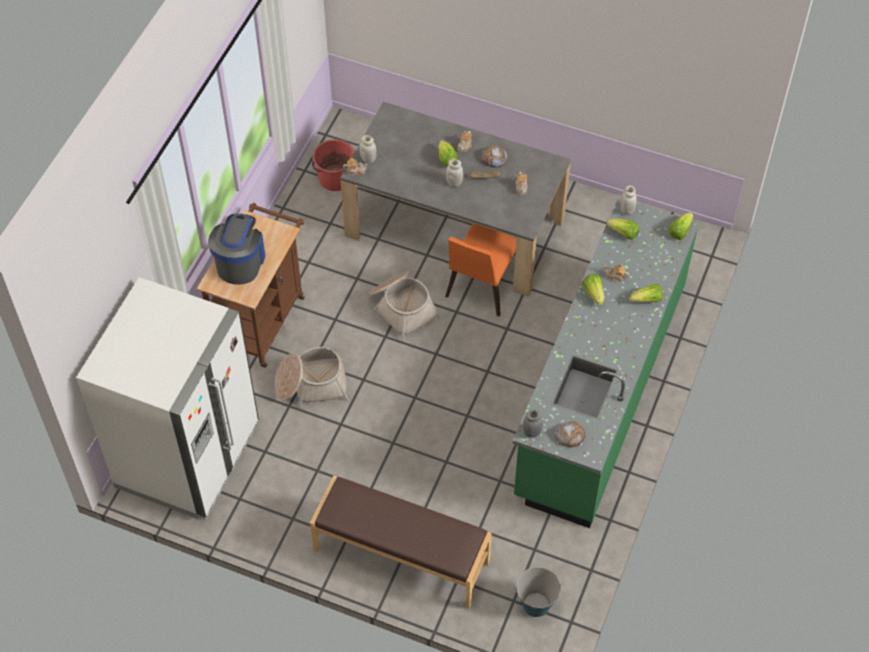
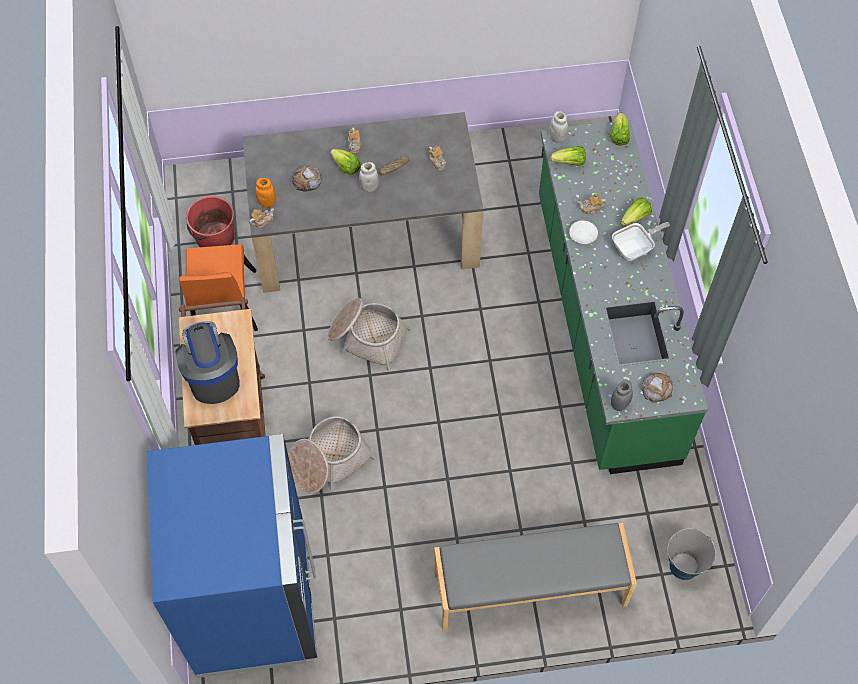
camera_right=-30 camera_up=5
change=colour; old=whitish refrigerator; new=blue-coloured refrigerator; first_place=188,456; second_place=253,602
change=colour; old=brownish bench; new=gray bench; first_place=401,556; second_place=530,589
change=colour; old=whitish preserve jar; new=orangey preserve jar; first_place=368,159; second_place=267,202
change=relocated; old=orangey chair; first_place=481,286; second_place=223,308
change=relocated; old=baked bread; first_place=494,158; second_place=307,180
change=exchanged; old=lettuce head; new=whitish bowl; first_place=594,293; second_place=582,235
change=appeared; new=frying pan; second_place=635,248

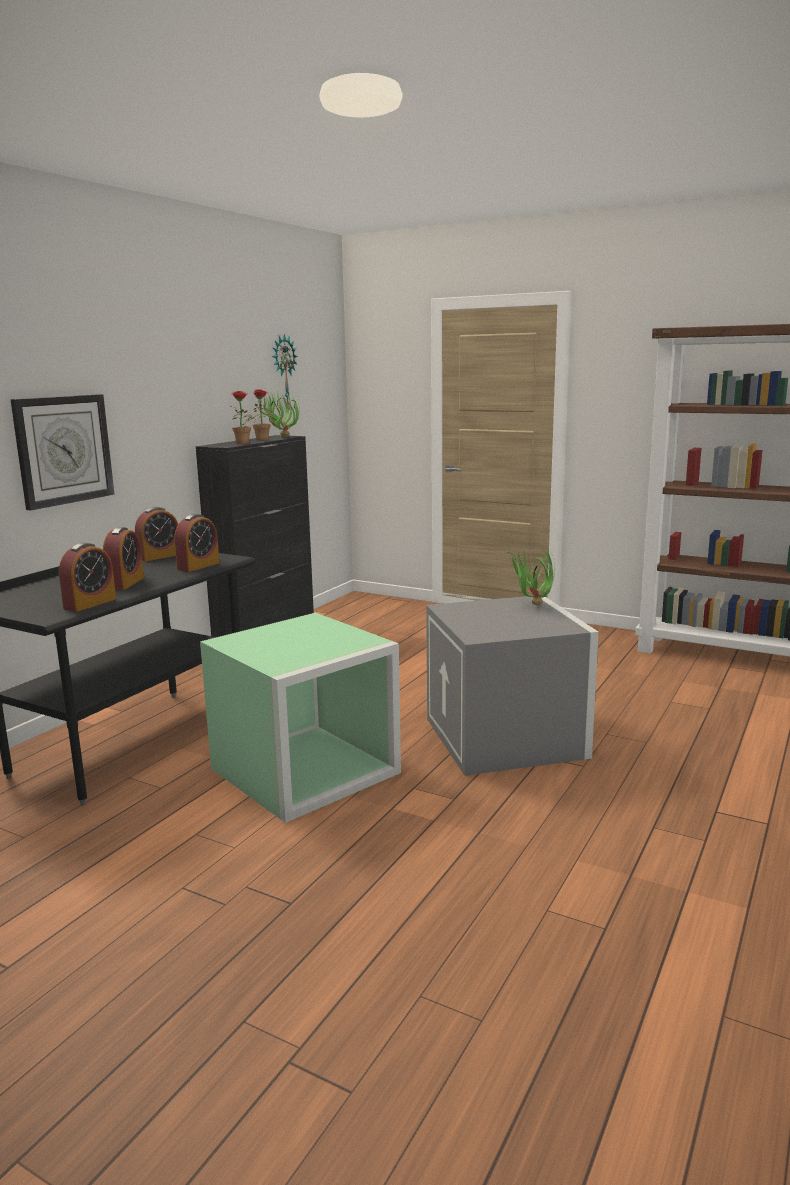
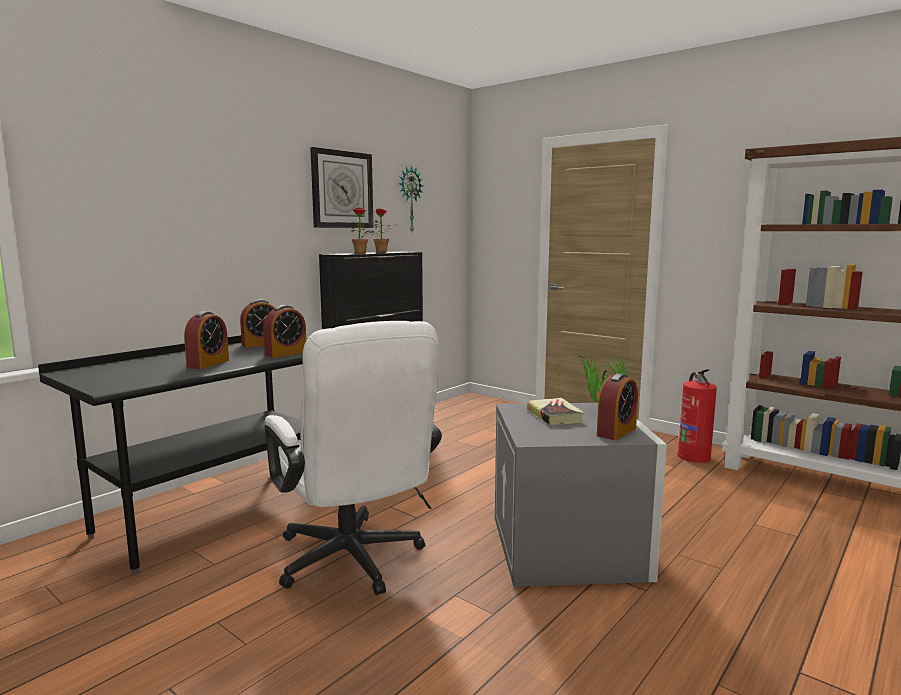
camera_right=10 camera_up=-5
change=relocated; old=wall clock; first_place=63,450; second_place=342,189
change=relocated; old=alarm clock; first_place=90,603; second_place=616,432
change=exchanged; old=green-coloured storage box; new=whitish computer chair; first_place=304,772; second_place=354,563
change=missing; old=plant in a pot; first_place=280,437
change=appeared; new=book; second_place=554,415
change=appeared; new=fire extinguisher; second_place=693,456

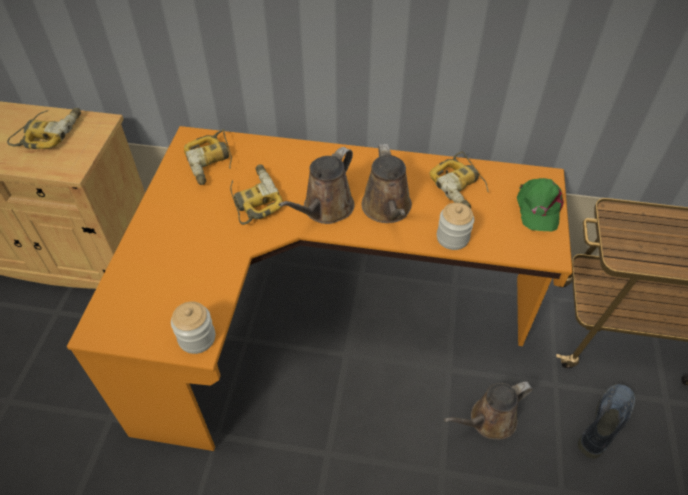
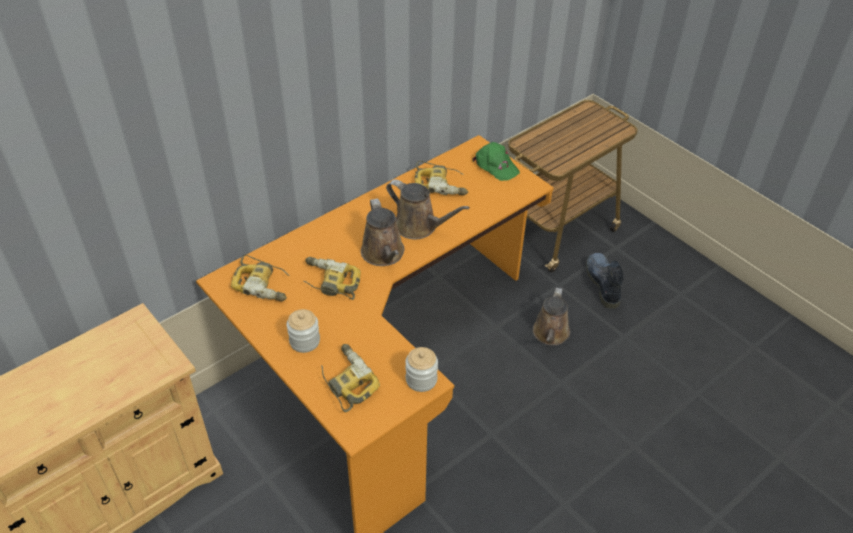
camera_right=-50 camera_up=-5
change=relocated; old=electric drill; first_place=50,133; second_place=347,381
change=relocated; old=preserve jar; first_place=452,238; second_place=304,341

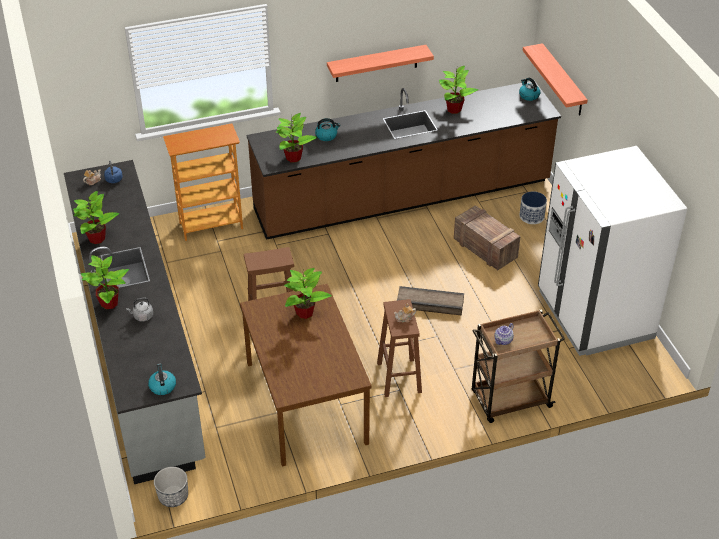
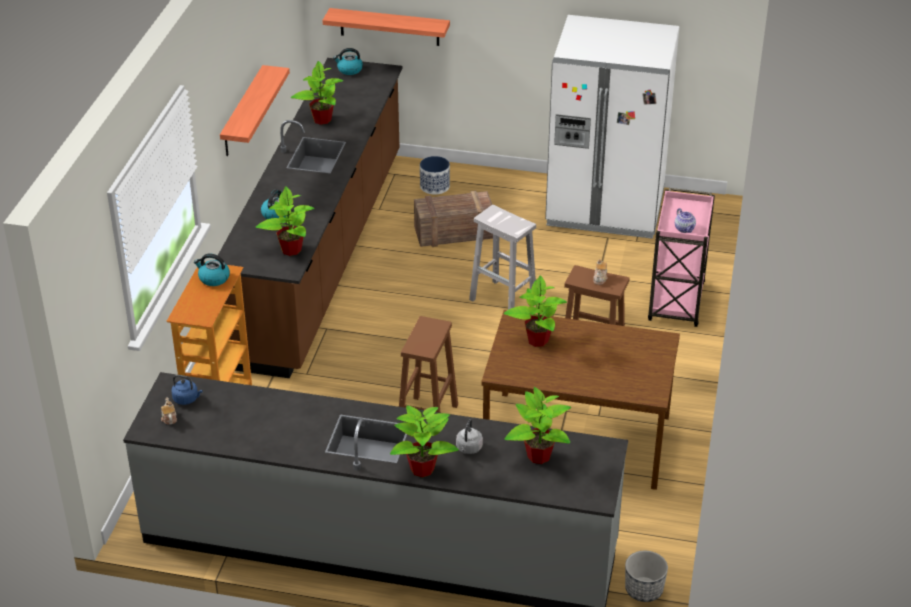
camera_right=-60 camera_up=-5
change=relocated; old=plant in a pot; first_place=97,238; second_place=538,455
change=relocated; old=water kettle; first_place=162,386; second_place=213,278
change=exchanged; old=shipping crate; new=whitish sitting stool; first_place=430,304; second_place=504,300
change=colour; old=brownish wheeled cart; new=pinkish wheeled cart; first_place=509,400; second_place=676,303

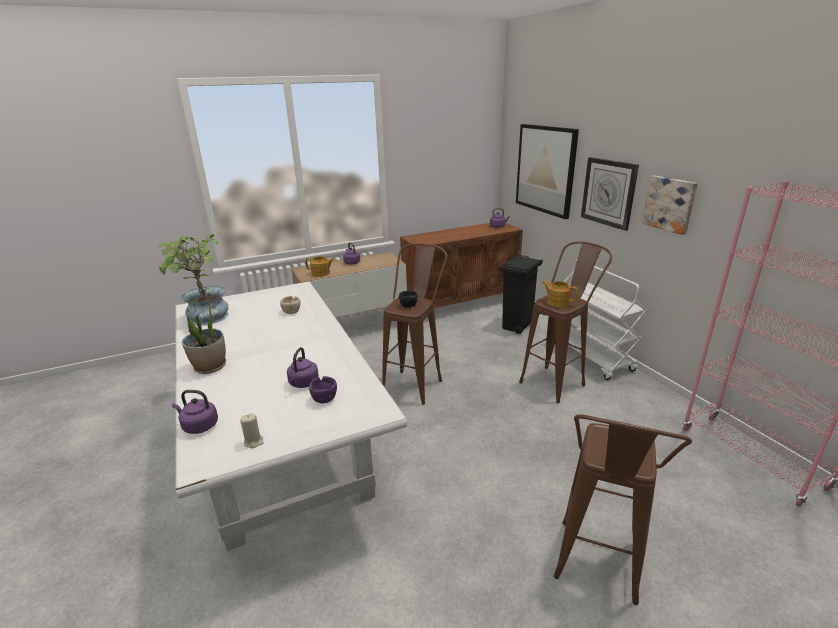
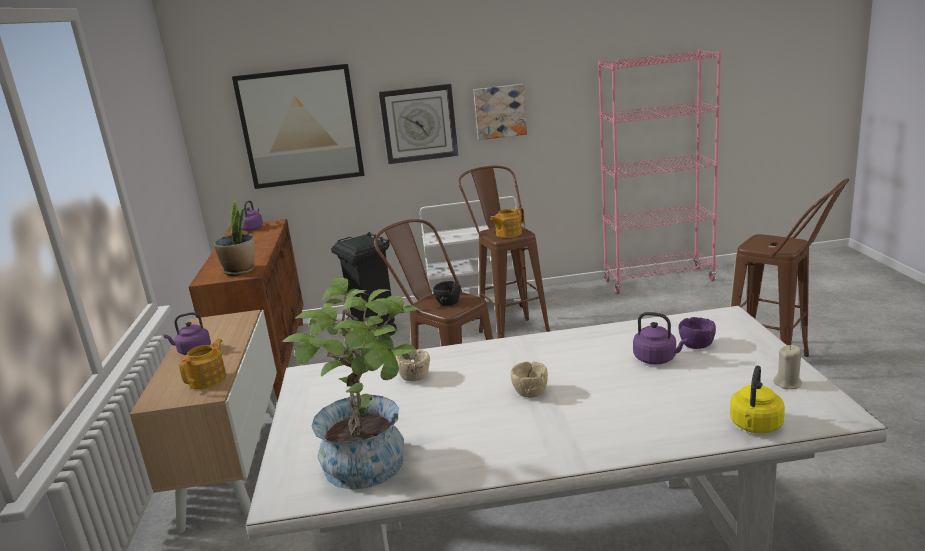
camera_right=-70 camera_up=-5
change=colour; old=purple-coloured water kettle; new=yellowish water kettle; first_place=199,426; second_place=755,426
change=relocated; old=plant in a pot; first_place=210,367; second_place=240,271
change=appeared; new=sand-coloured bowl; second_place=530,392

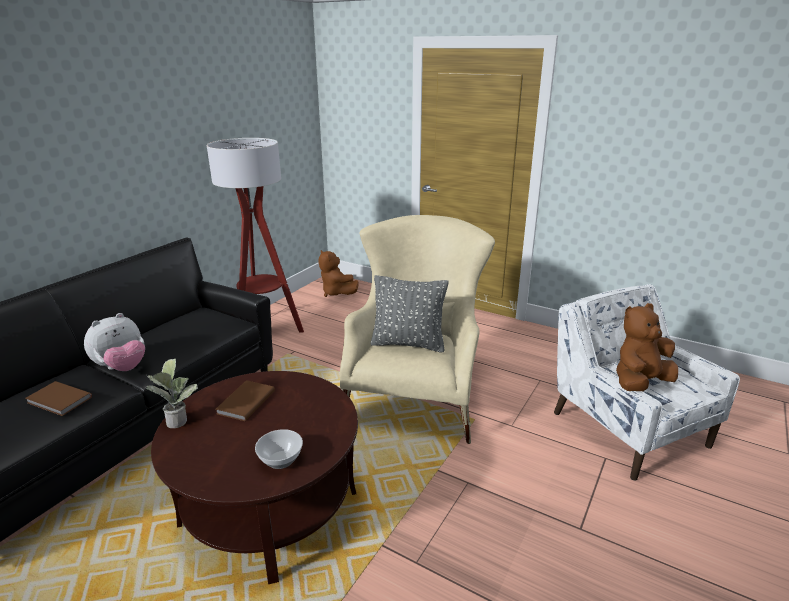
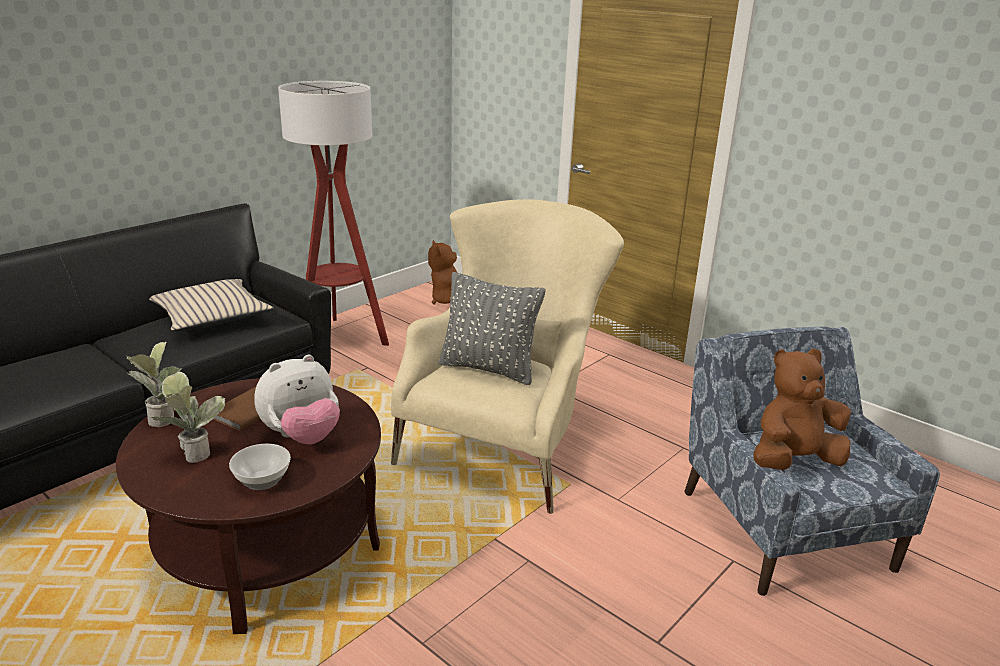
camera_right=10 camera_up=0
change=missing; old=brownish book; first_place=59,401
change=relocated; old=plush toy; first_place=122,367; second_place=302,436
change=colour; old=whitish easy chair; new=blue-coloured easy chair; first_place=627,428; second_place=782,527
change=appeared; new=sand-coloured throw pillow; second_place=211,316
change=appeared; new=plant in a pot; second_place=193,452

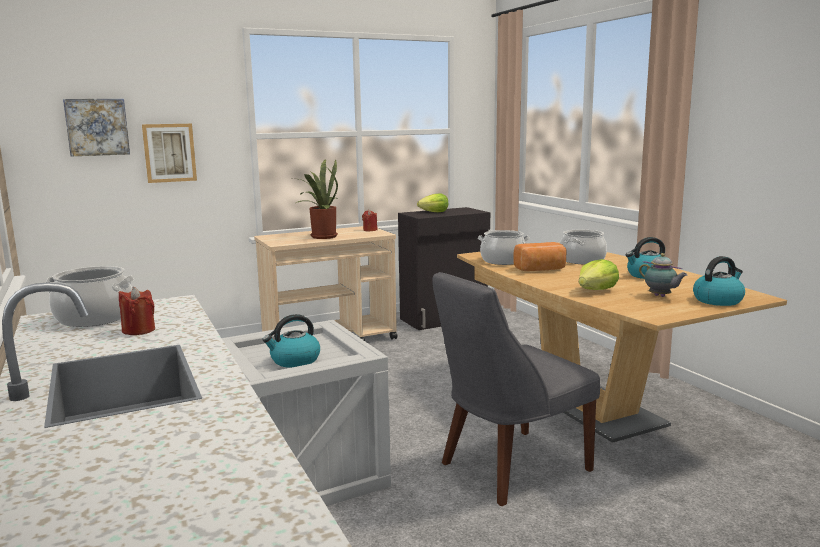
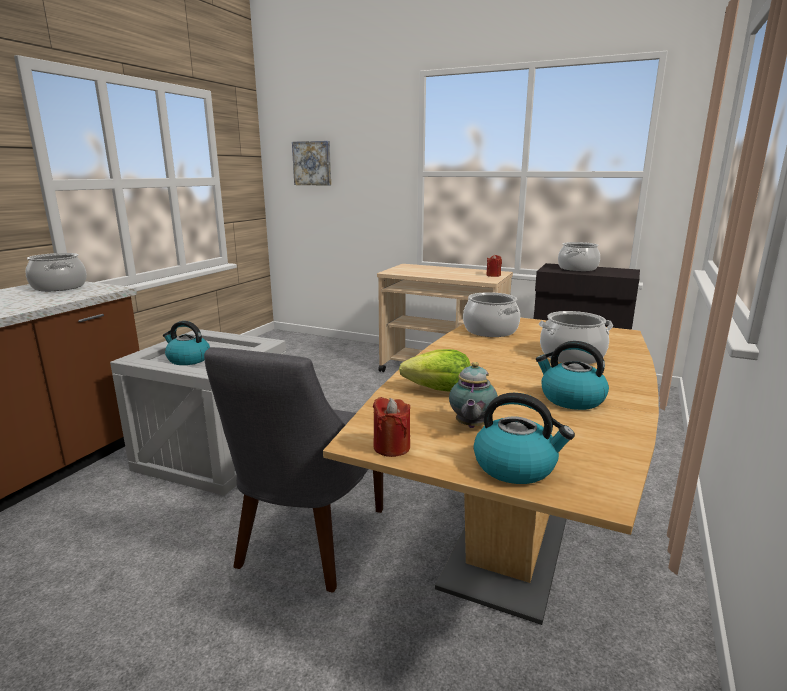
camera_right=50 camera_up=5
change=relocated; old=reddish candle; first_place=138,330; second_place=391,447
change=missing; old=picture; first_place=169,153
change=missing; old=plant in a pot; first_place=321,237
change=exchanged; old=lettuce head; new=saucepot; first_place=434,212; second_place=577,268
change=spun; old=gray chair; first_place=509,468; second_place=308,541; degrees=-90
change=missing; old=baked bread; first_place=541,269

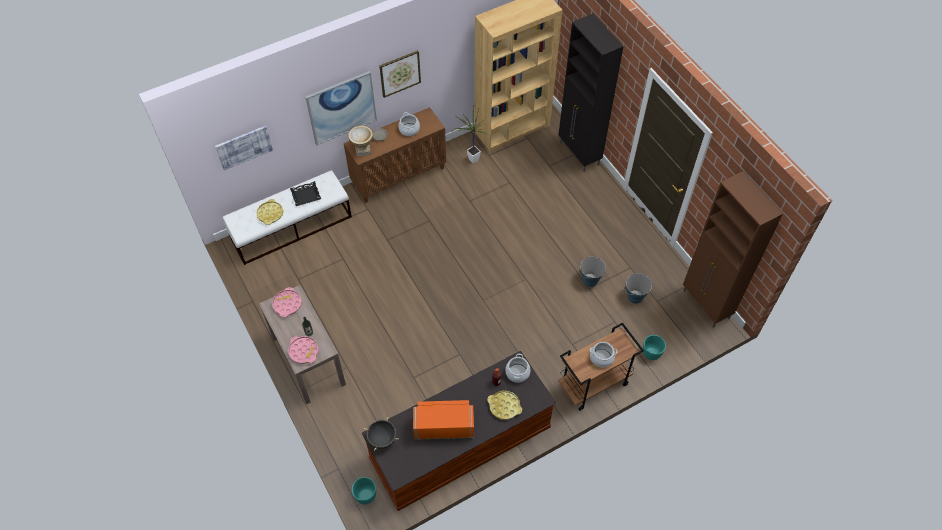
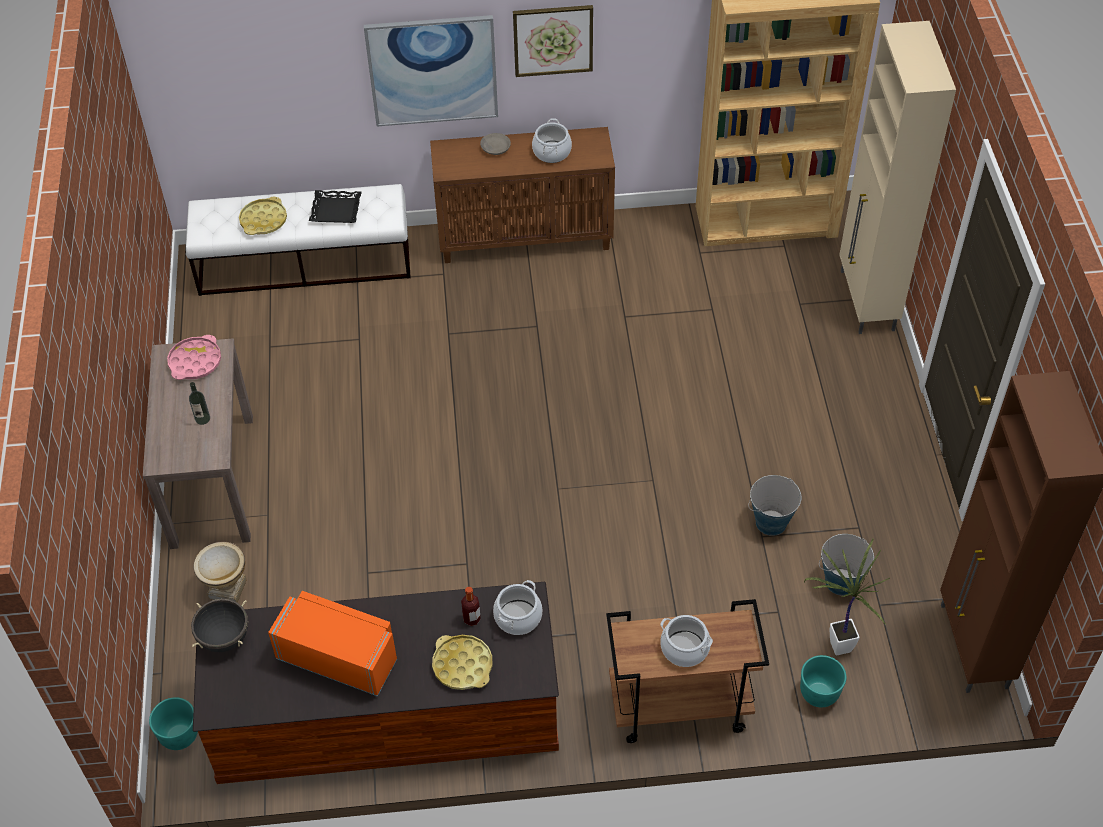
camera_right=25 camera_up=-5
change=missing; old=picture; first_place=244,147
change=missing; old=pinkish carrying tray; first_place=304,351
change=relocated; old=decorative vase; first_place=362,150; second_place=227,589
change=relocated; old=plant in a pot; first_place=471,160; second_place=835,646
change=colour; old=black-coloured cabinet; new=sand-coloured cabinet; first_place=579,154; second_place=866,301

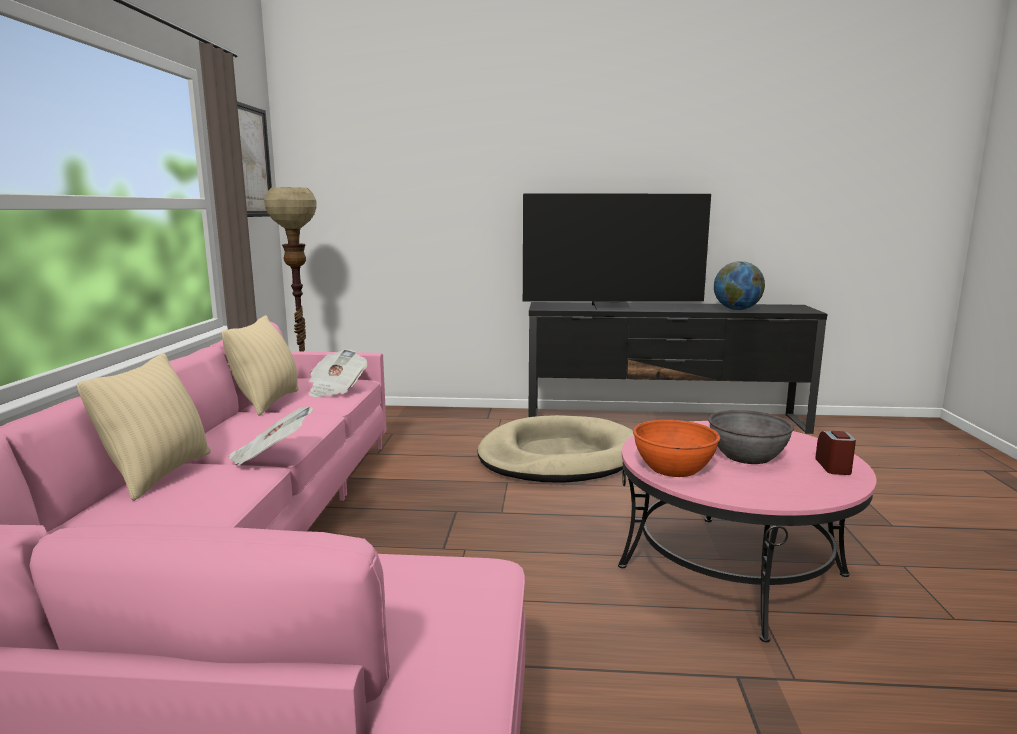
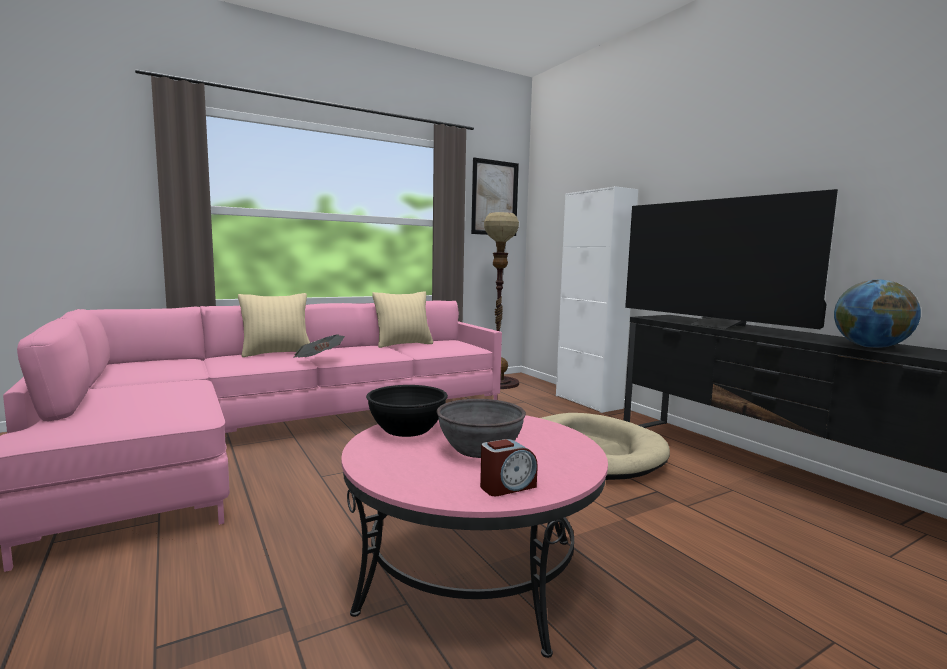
camera_right=55 camera_up=-5
change=missing; old=daily paper; first_place=336,389
change=colour; old=orangey bowl; new=black-coloured bowl; first_place=673,468; second_place=407,429
change=appeared; new=whitish cabinet; second_place=588,402

